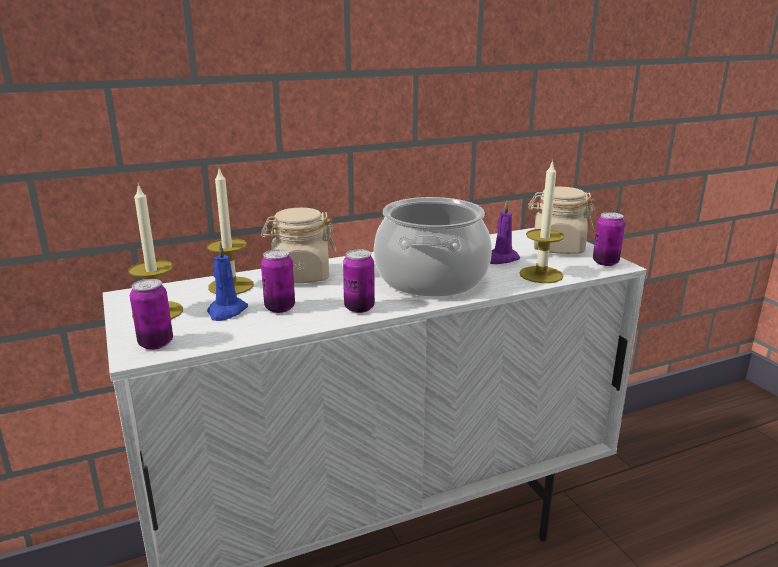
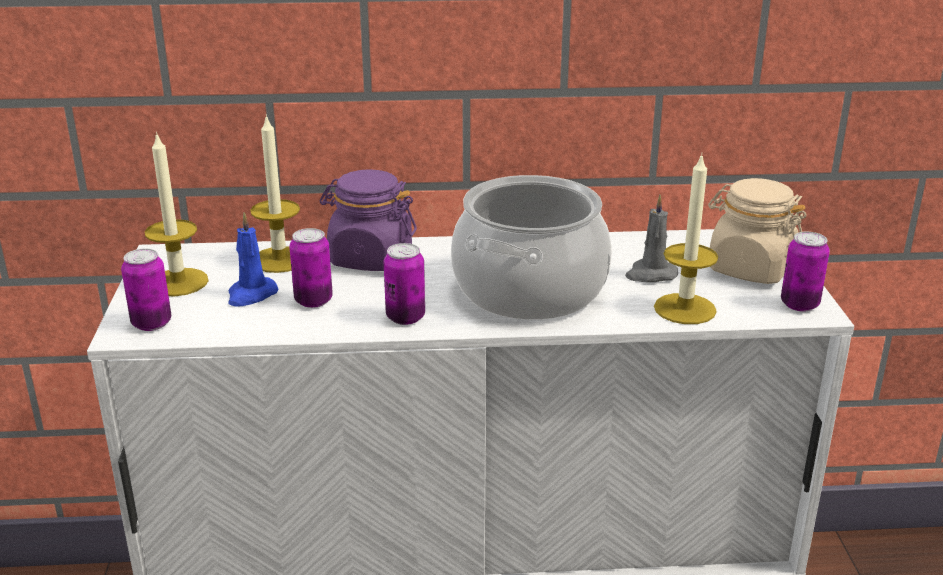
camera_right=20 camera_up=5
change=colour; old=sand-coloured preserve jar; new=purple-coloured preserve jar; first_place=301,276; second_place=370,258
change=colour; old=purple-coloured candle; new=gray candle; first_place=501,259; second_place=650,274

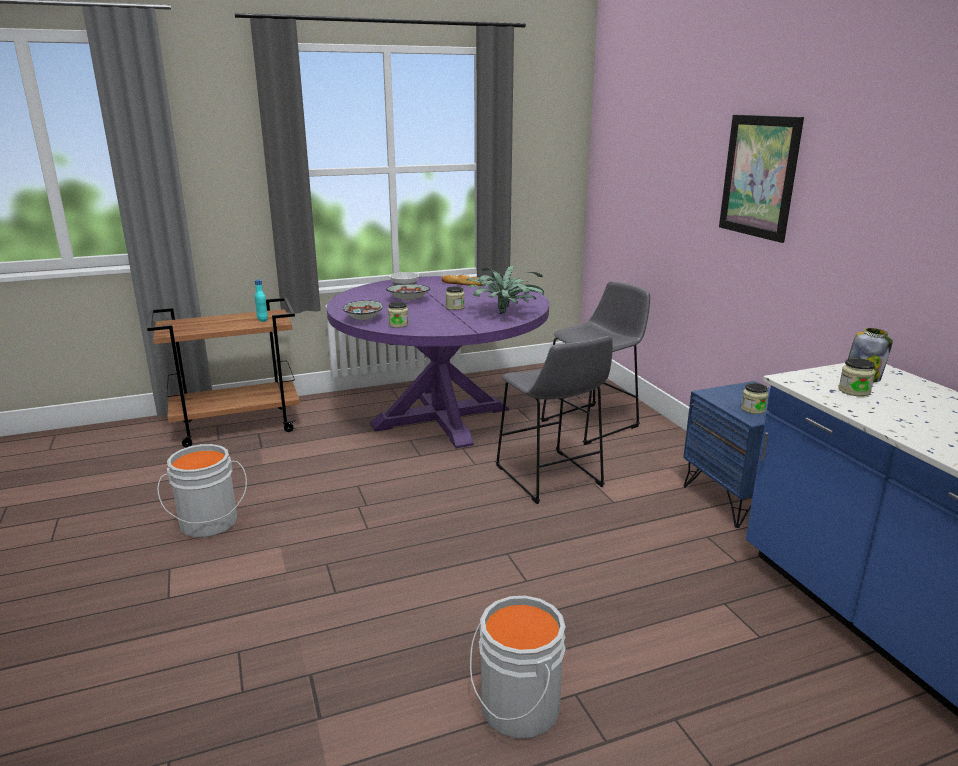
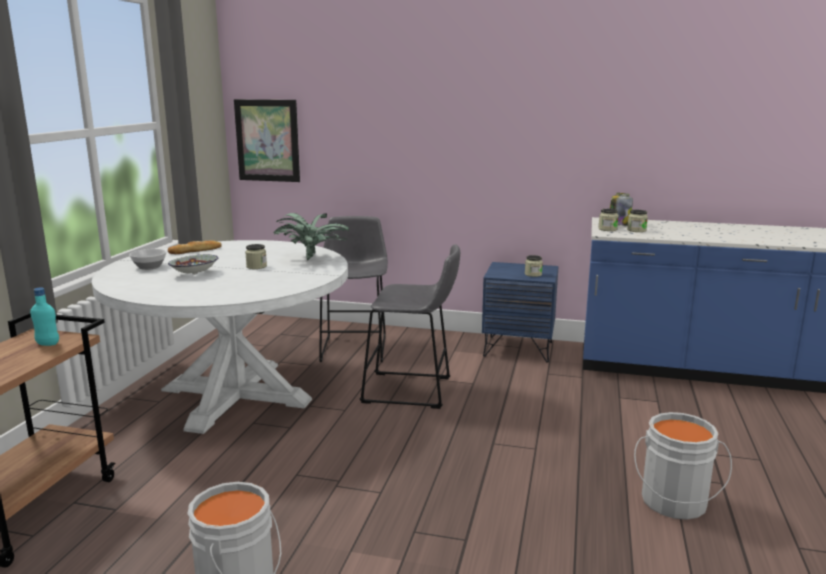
camera_right=-55 camera_up=-5
change=colour; old=purple-coloured dining table; new=whitish dining table; first_place=441,417; second_place=235,395
change=missing; old=bowl; first_place=363,320
change=relocated; old=preserve jar; first_place=398,324; second_place=607,229
change=relocated; old=picture; first_place=759,176; second_place=267,140

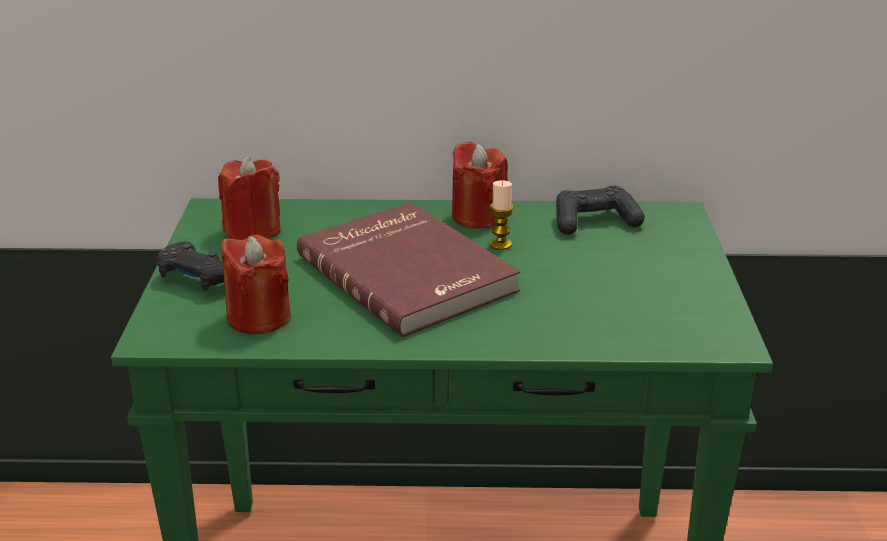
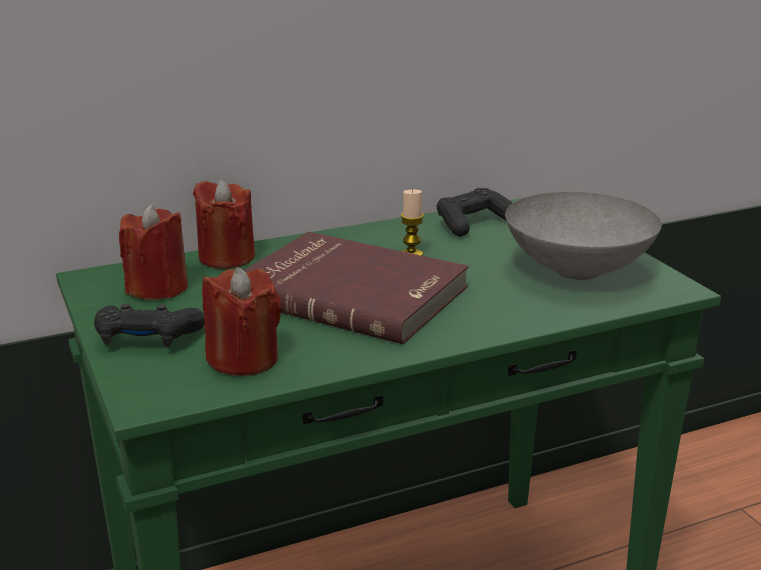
camera_right=-25 camera_up=-5
change=relocated; old=reddish candle; first_place=478,216; second_place=226,257
change=appeared; new=gray bowl; second_place=579,269

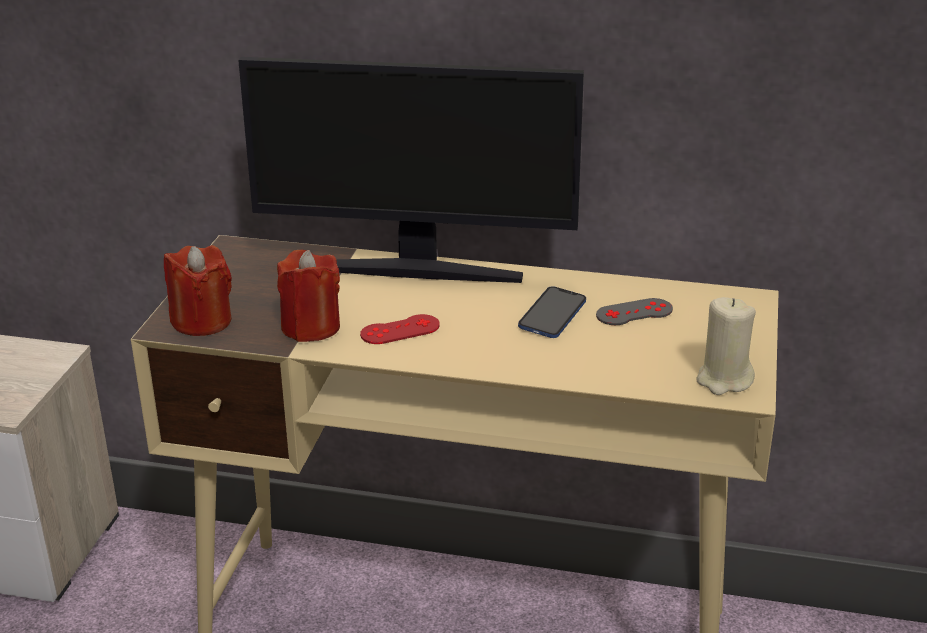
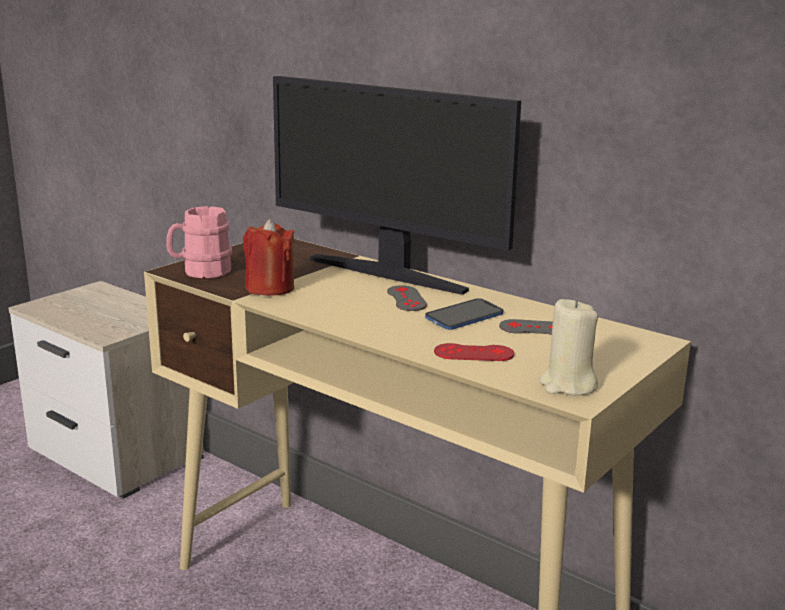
camera_right=25 camera_up=-10
change=exchanged; old=reddish candle; new=pinkish tea mug; first_place=202,321; second_place=201,271
change=relocated; old=reddish joypad; first_place=400,330; second_place=474,353
change=appeared; new=gray joypad; second_place=406,299

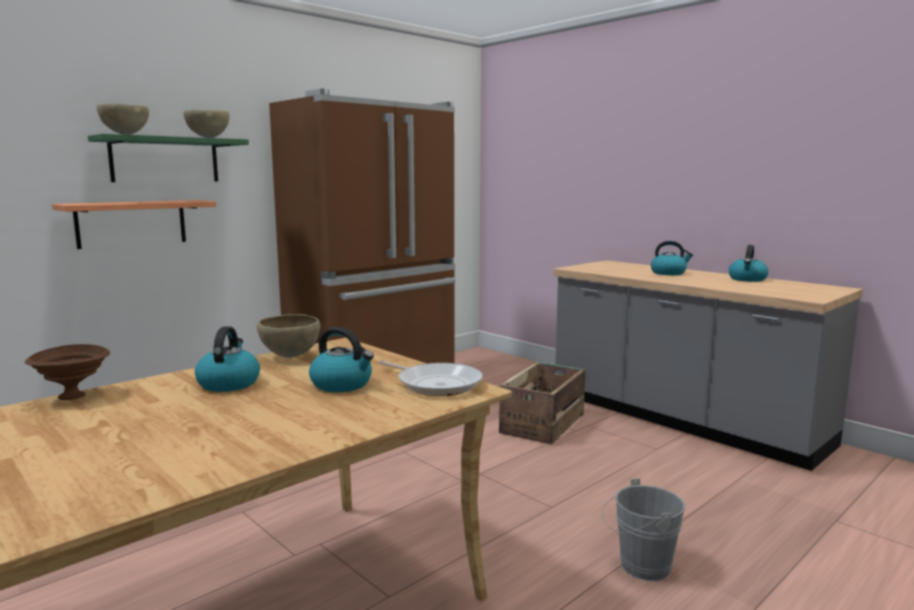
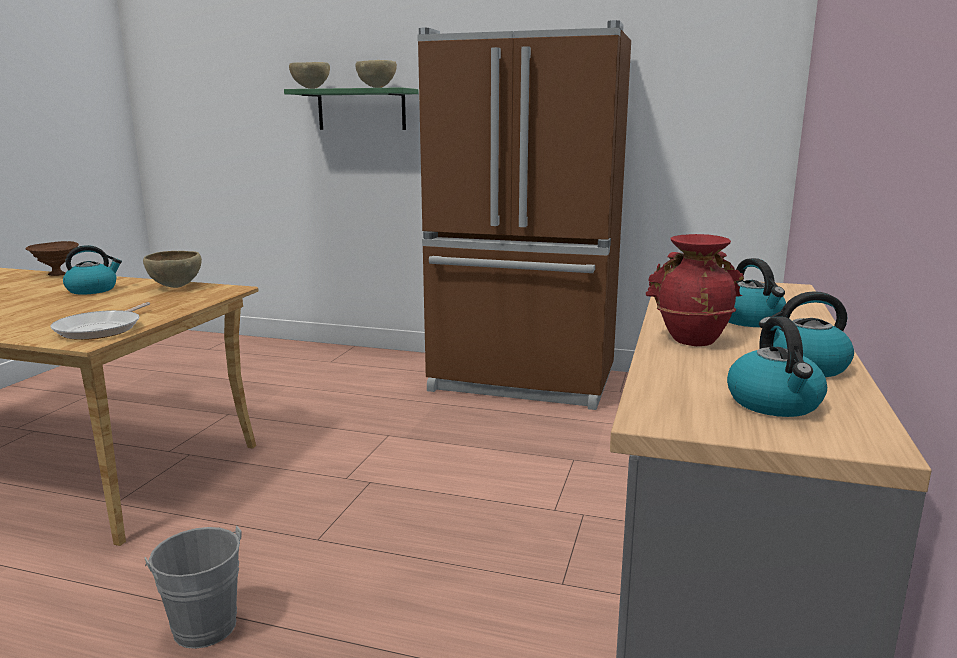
camera_right=60 camera_up=5
change=missing; old=bracket shelf; first_place=132,223
change=relocated; old=water kettle; first_place=342,384; second_place=775,403
change=missing; old=shipping crate; first_place=544,423
change=appeared; new=reddish decorative vase; second_place=691,339

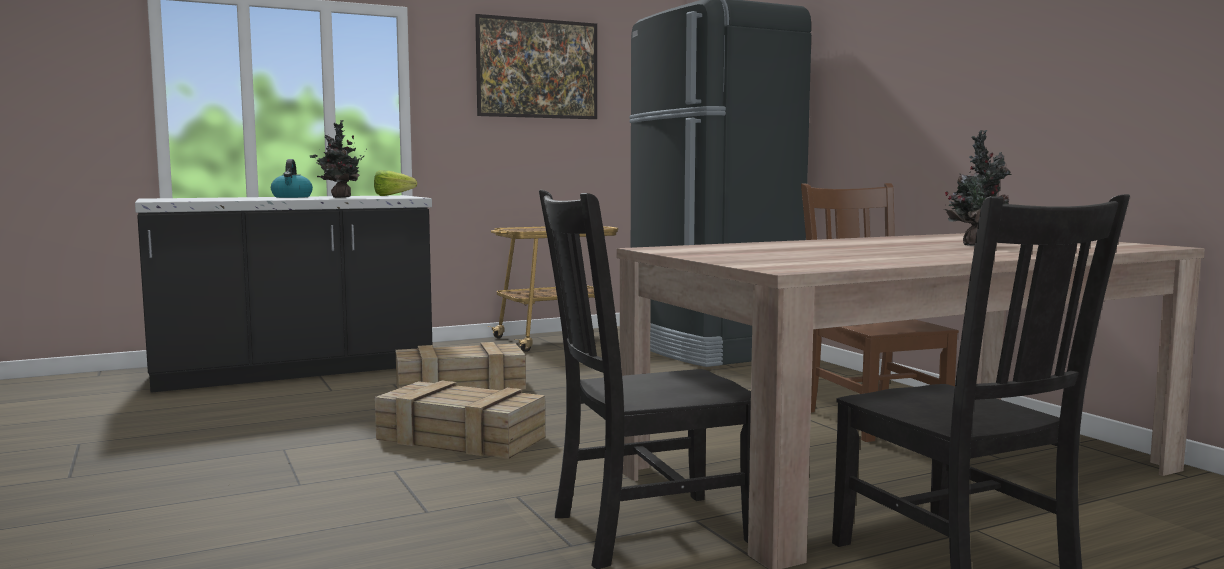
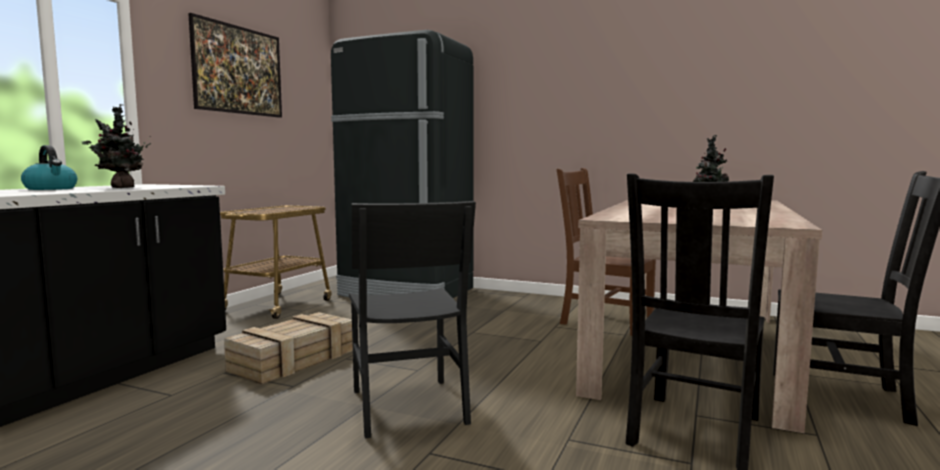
camera_right=-40 camera_up=0
change=missing; old=lettuce head; first_place=396,196
change=exchanged; old=shipping crate; new=black-coloured chair; first_place=458,438; second_place=407,406

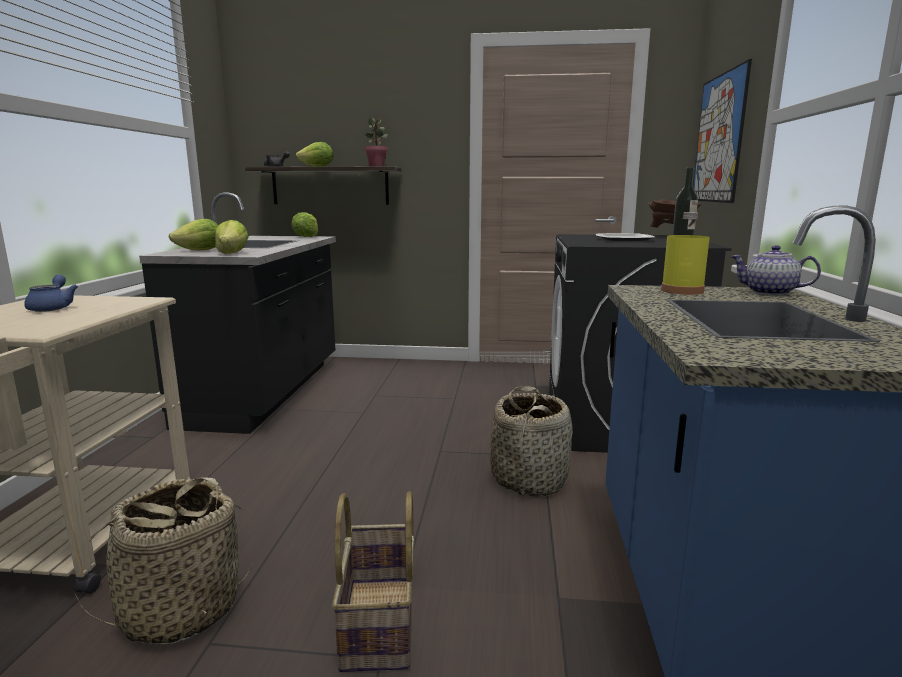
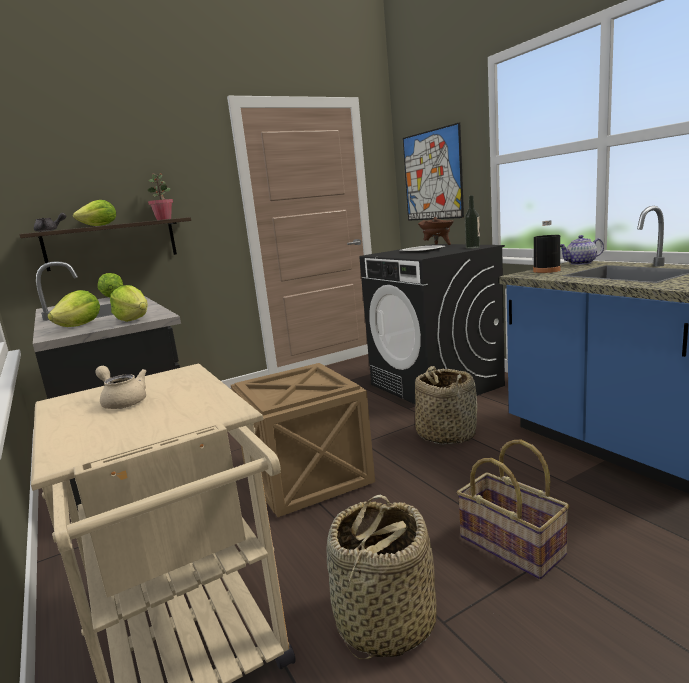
camera_right=-35 camera_up=0
change=colour; old=blue-coloured tea pot; new=sand-coloured tea pot; first_place=53,307; second_place=122,401
change=colour; old=yellowish drink bottle; new=black-coloured drink bottle; first_place=682,291; second_place=546,270
change=appeared; new=shipping crate; second_place=306,476

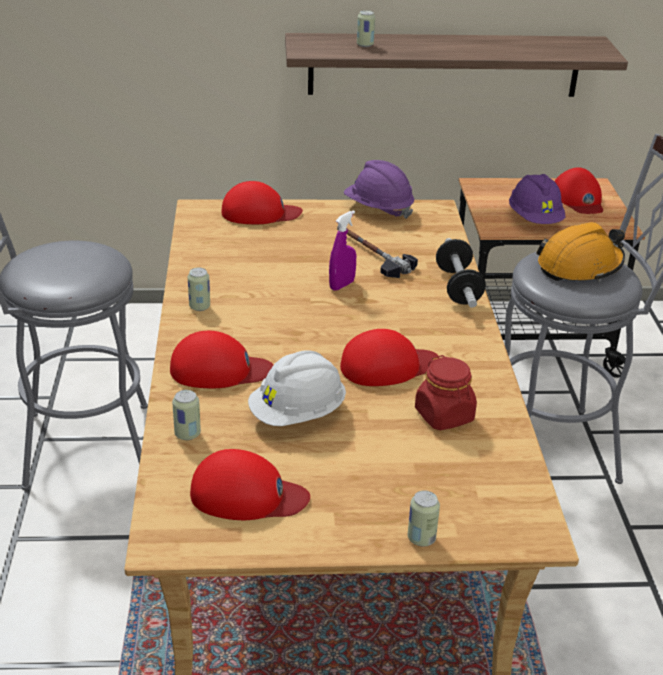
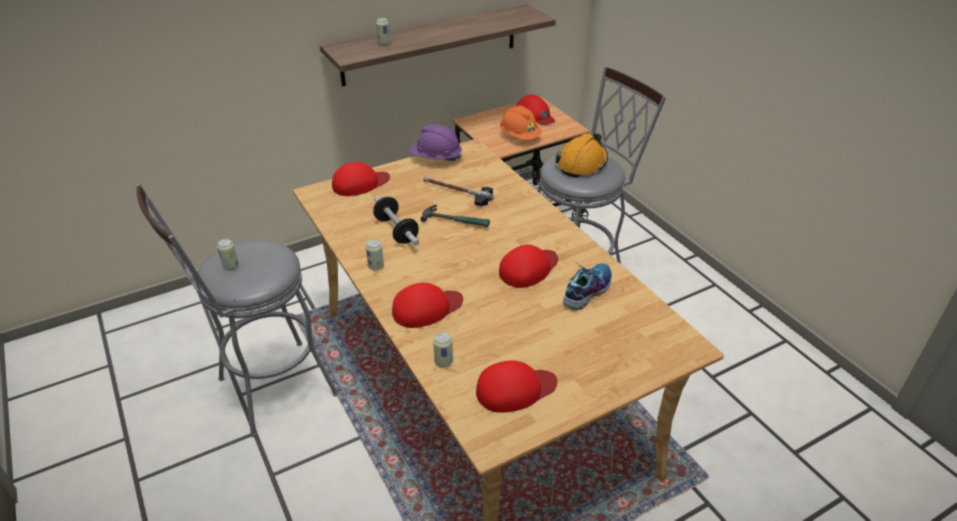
camera_right=-25 camera_up=5
change=missing; old=whitish safety helmet; first_place=298,414
change=exchanged; old=purple-coloured sprayer; new=hand hammer; first_place=342,285; second_place=456,221
change=relocated; old=can; first_place=421,538; second_place=231,265
change=exchanged; old=reddish preserve jar; new=item of footwear; first_place=444,416; second_place=587,290
change=relocated; old=hand weight; first_place=458,287; second_place=396,231
change=colour; old=purple-coloured safety helmet; new=orangey safety helmet; first_place=535,219; second_place=520,136

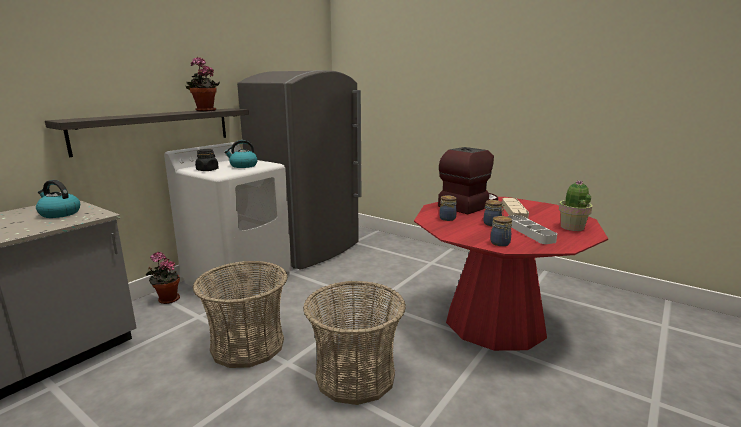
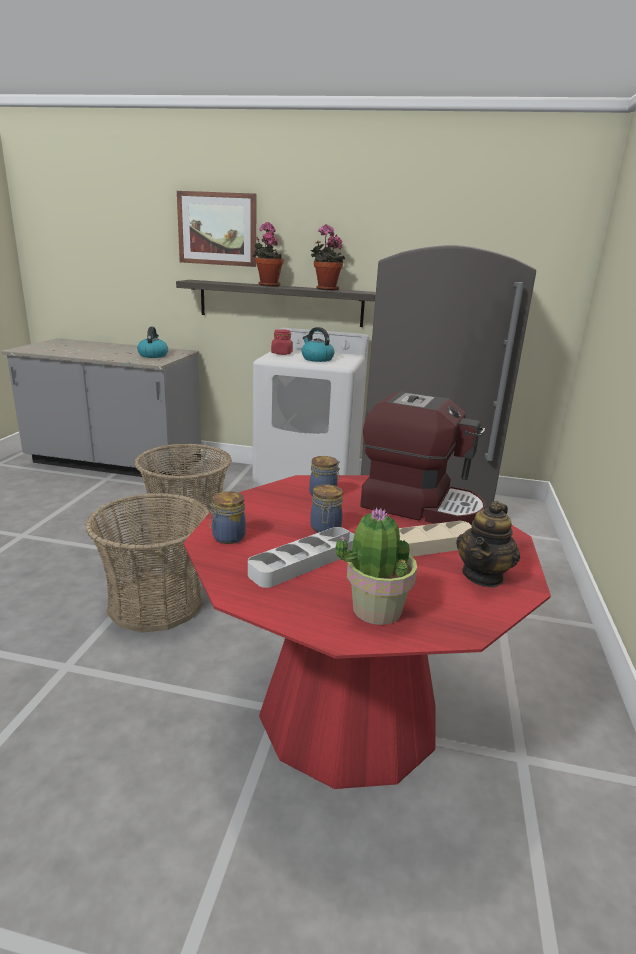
camera_right=65 camera_up=5
change=relocated; old=plant in a pot; first_place=167,300; second_place=267,285
change=colour; old=black-coloured preserve jar; new=reddish preserve jar; first_place=207,170; second_place=282,353
change=appeared; new=picture; second_place=217,229
change=appeared; new=tea pot; second_place=483,576

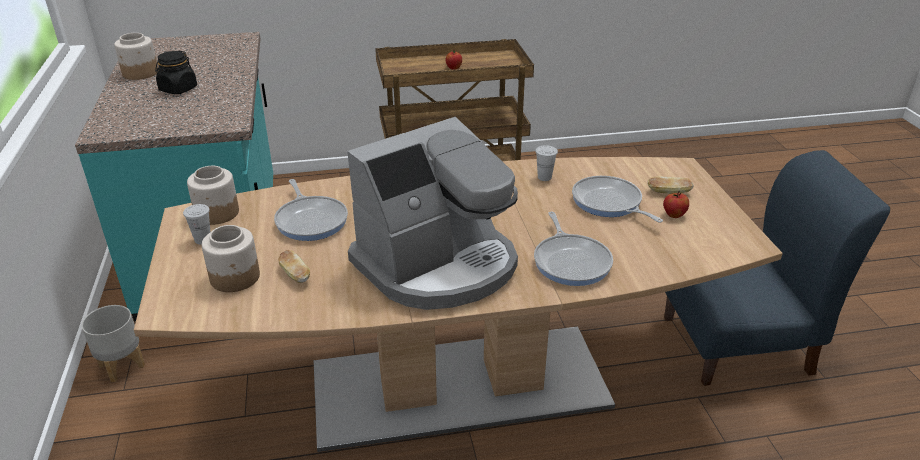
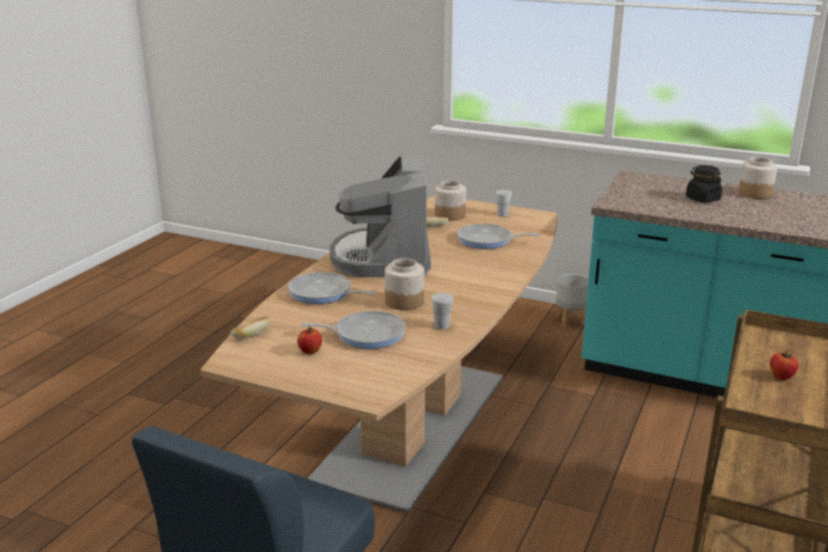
camera_right=125 camera_up=-10
change=relocated; old=preserve jar; first_place=216,213; second_place=404,302
change=relocated; old=baked bread; first_place=668,192; second_place=251,335

